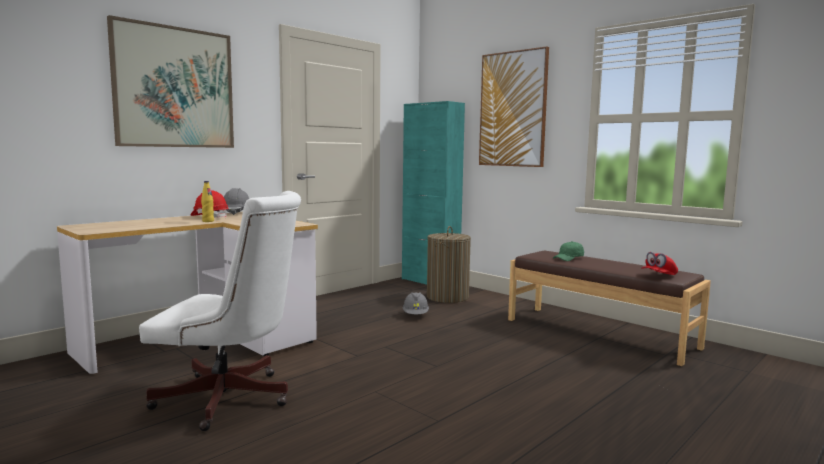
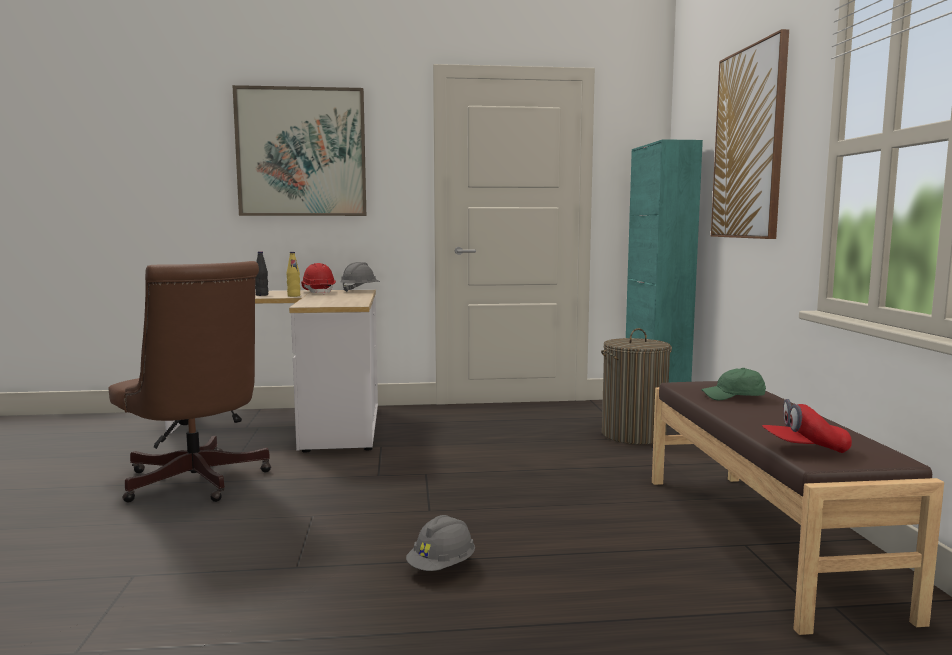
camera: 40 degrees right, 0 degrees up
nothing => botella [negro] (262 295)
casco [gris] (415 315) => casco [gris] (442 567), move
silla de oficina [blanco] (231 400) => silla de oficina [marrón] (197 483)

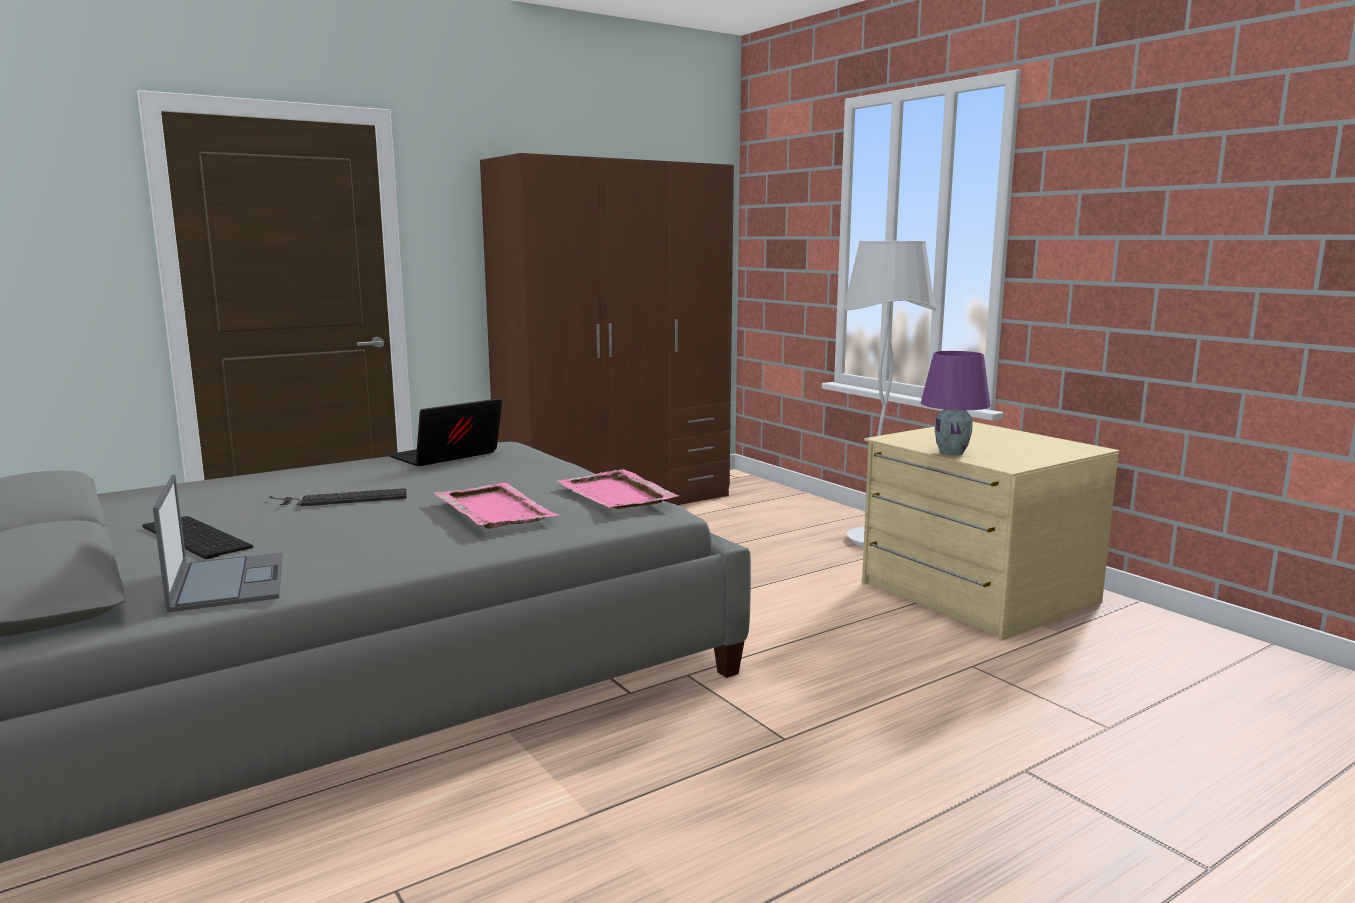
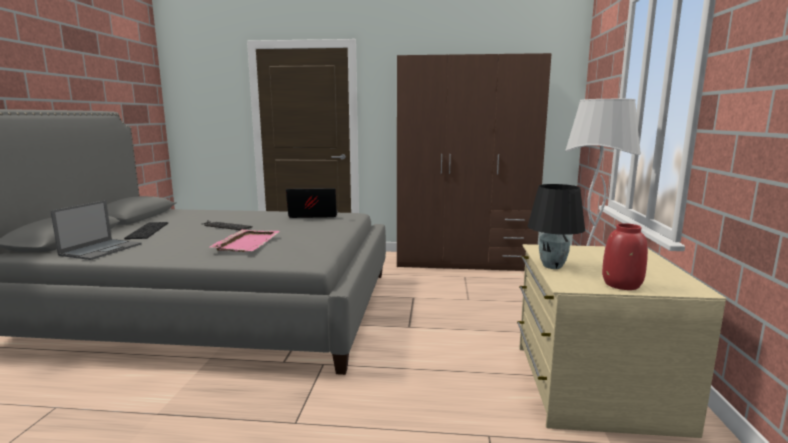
camera: 40 degrees right, 0 degrees up
bandeja [rosa] (616 494) => nothing
nothing => florero [rojo] (622 285)
lámpara de mesa [morado] (952 453) => lámpara de mesa [negro] (553 266)

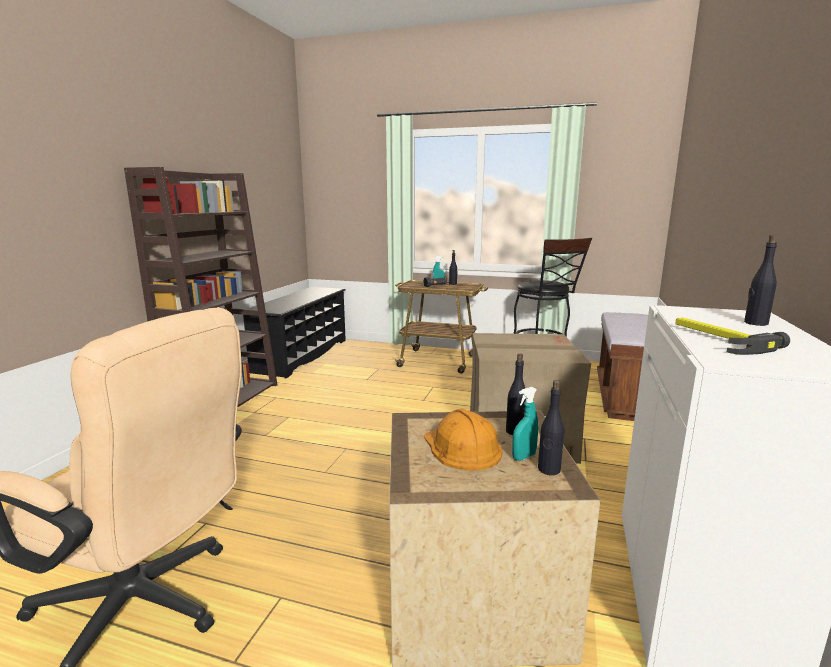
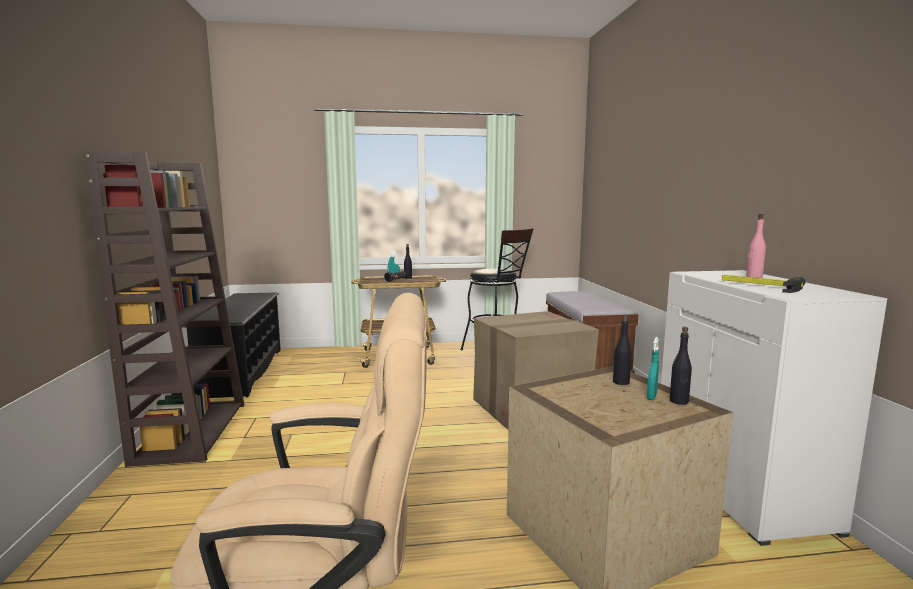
camera: 25 degrees left, 5 degrees down
casco [naranja] (461 447) => nothing
botella [negro] (755 323) => botella [rosa] (754 276)

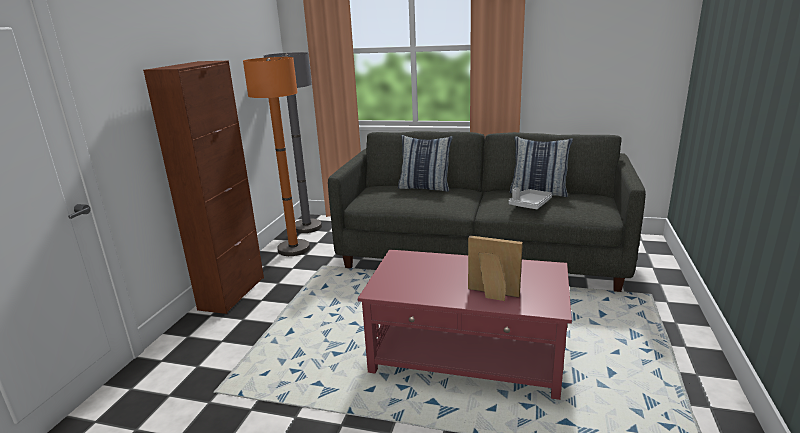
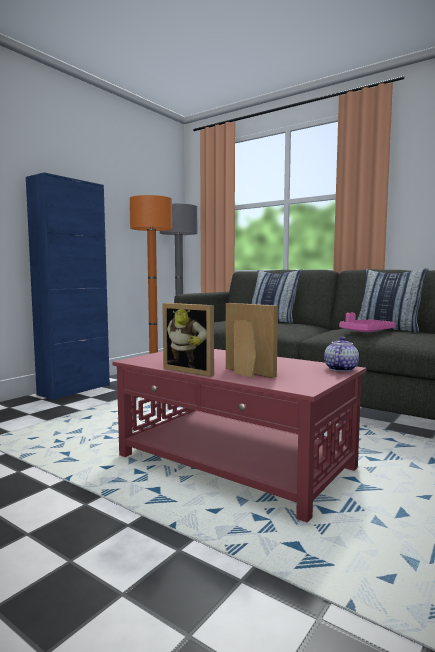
camera: 20 degrees right, 15 degrees down
nothing => portarretratos (192 370)
nothing => tetera (340 369)
armario [marrón] (232 293) => armario [azul] (74 390)
bandeja [gris] (530 204) => bandeja [rosa] (366 332)

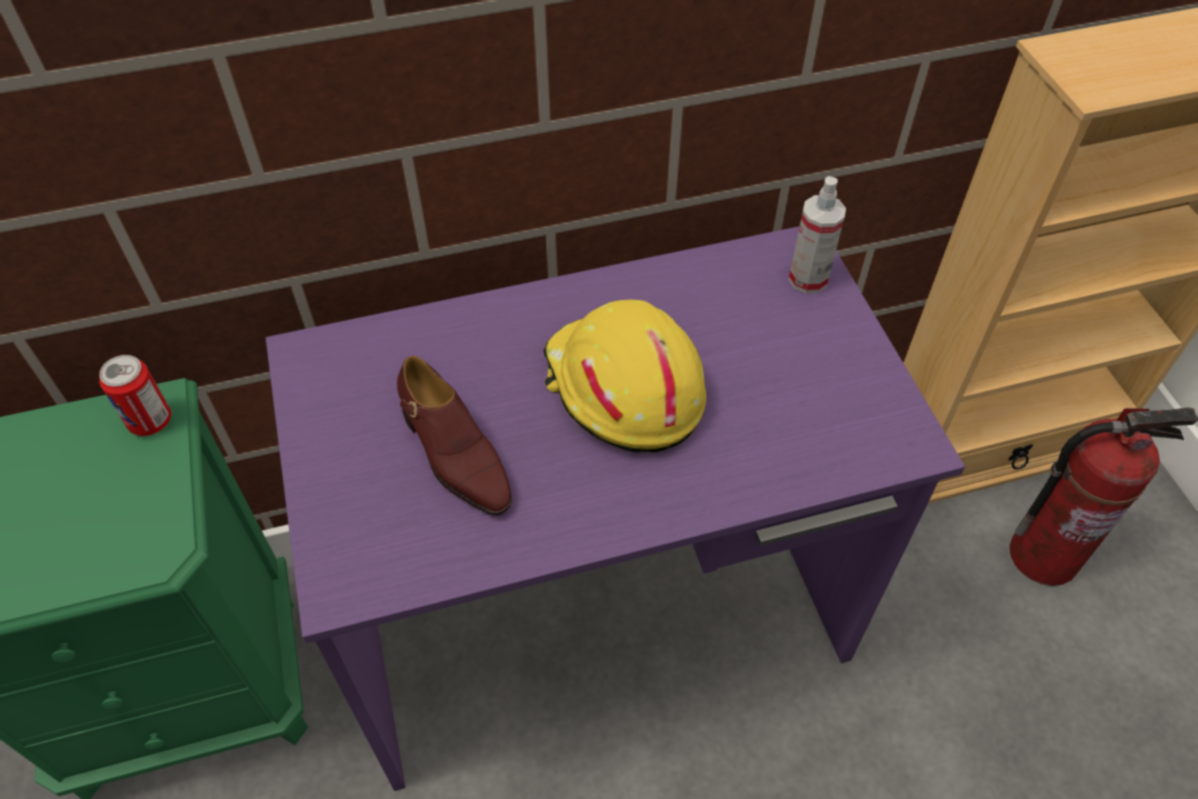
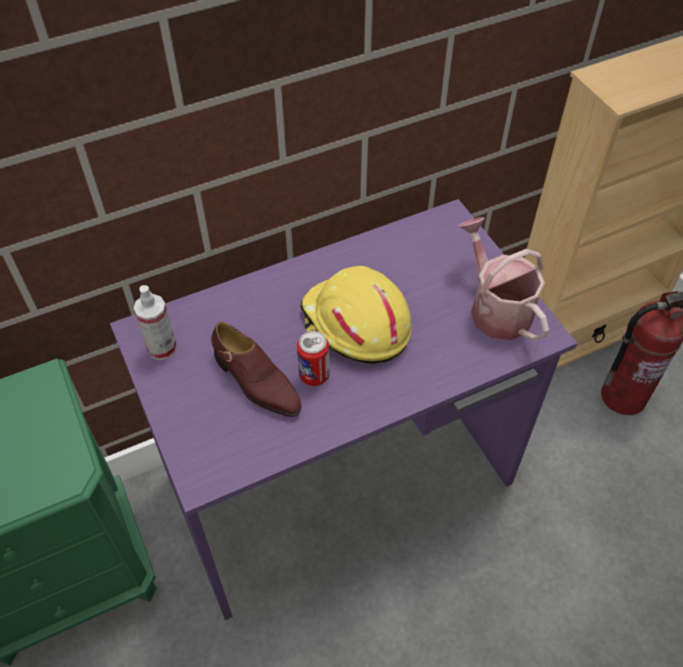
camera: 10 degrees left, 0 degrees up
nothing => regadera (496 308)
lata (150 421) => lata (314 375), move
pulverizador (808 279) => pulverizador (162 348), move

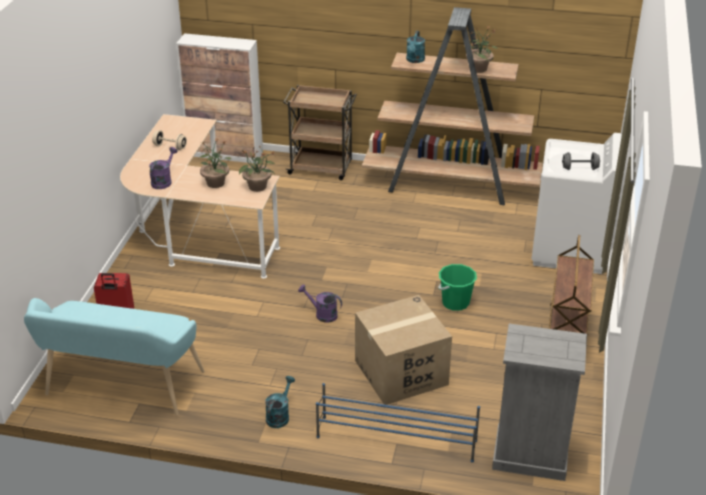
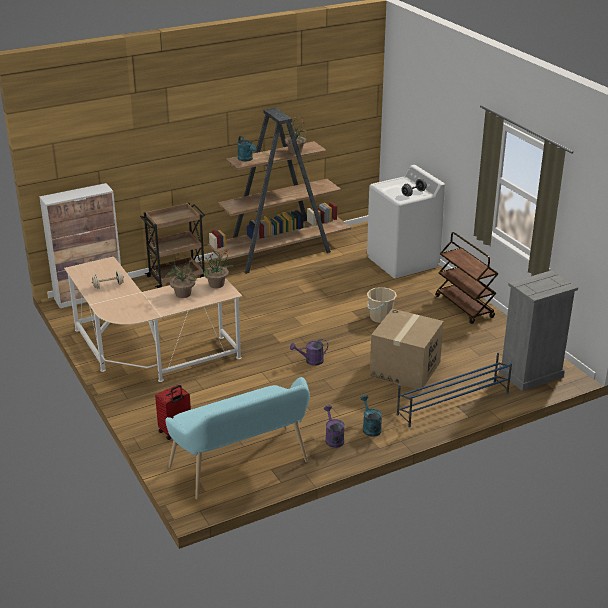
camera: 40 degrees left, 5 degrees down
regadera [morado] (163 181) => regadera [morado] (333 438), move
cubo [verde] (455 302) => cubo [beis] (380 318)

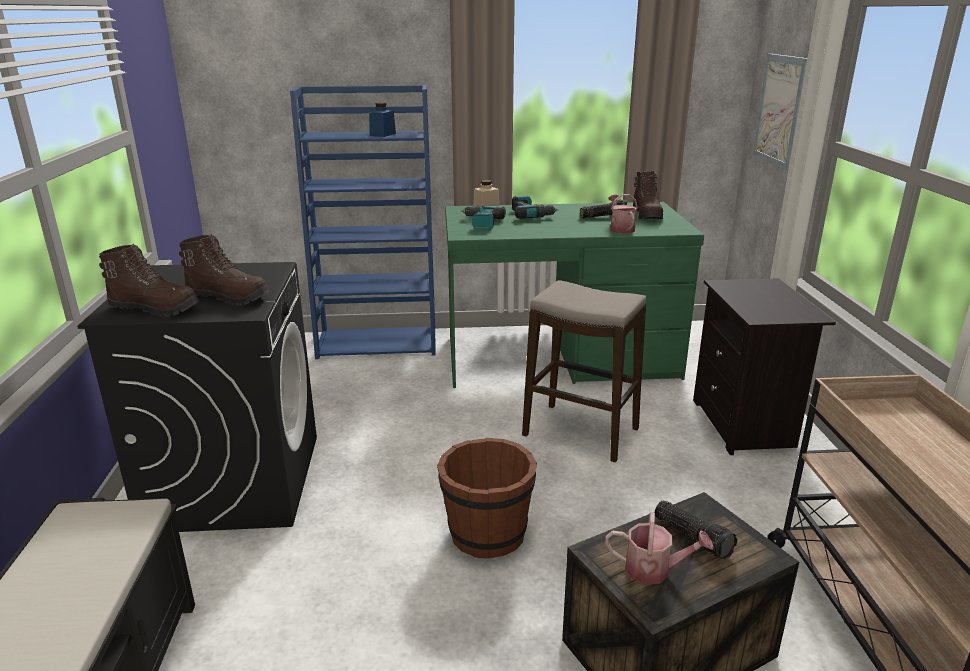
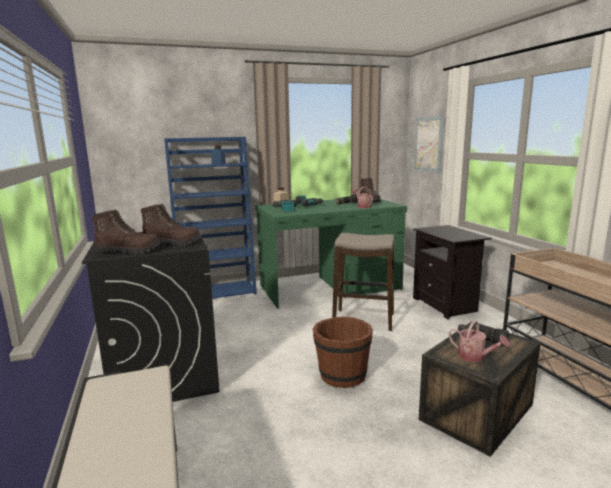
camera: 15 degrees left, 10 degrees down
regadera (654 569) => regadera (475 357), 45 degrees clockwise

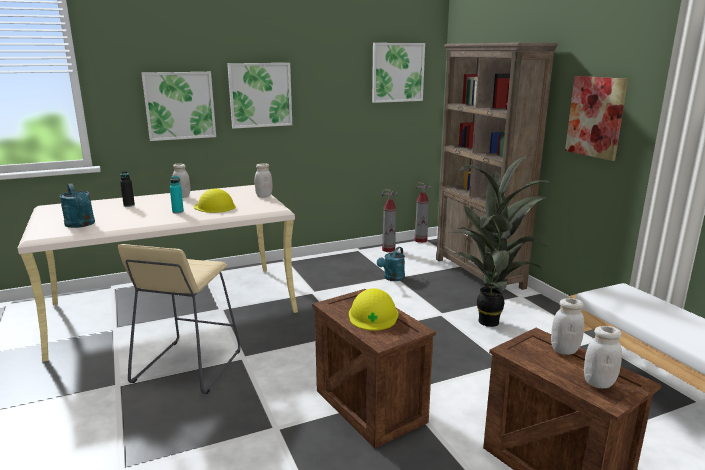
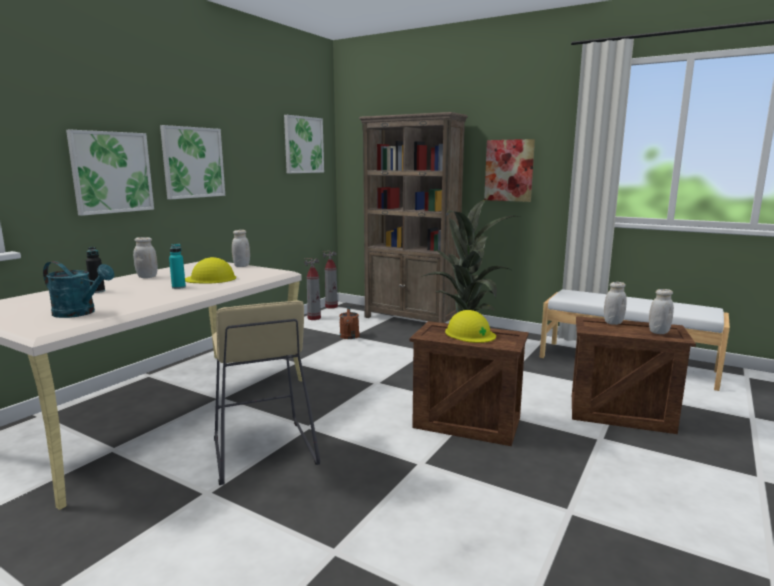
camera: 35 degrees left, 5 degrees down
regadera [turquesa] (392 278) => regadera [marrón] (349 337)

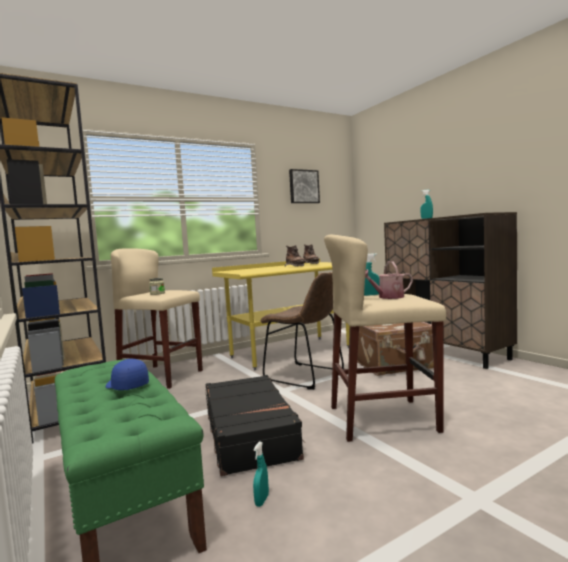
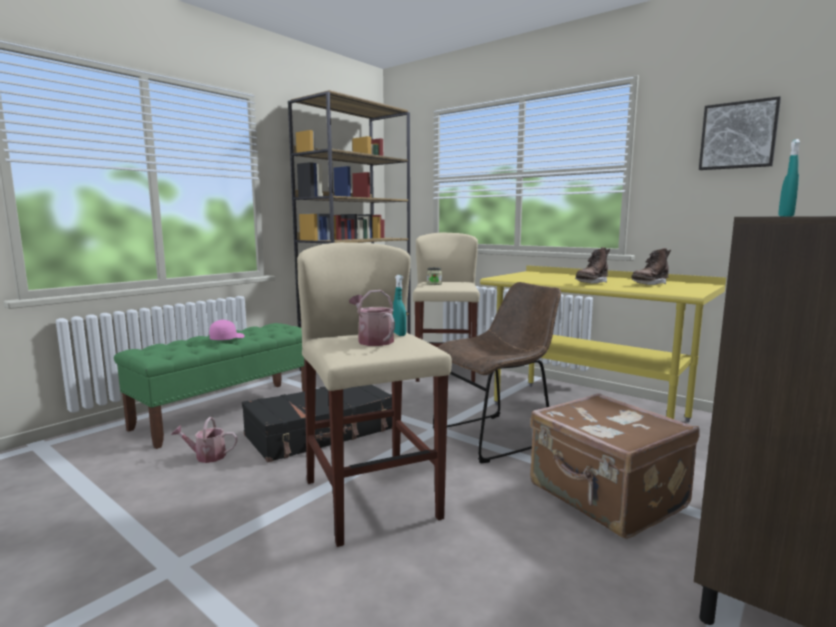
camera: 70 degrees right, 5 degrees up
pulverizador [turquesa] (262 500) => regadera (206 456)
gorra [azul] (126 386) => gorra [rosa] (227 338)
silla [marrón] (308 376) => silla [marrón] (495 436), 135 degrees counterclockwise

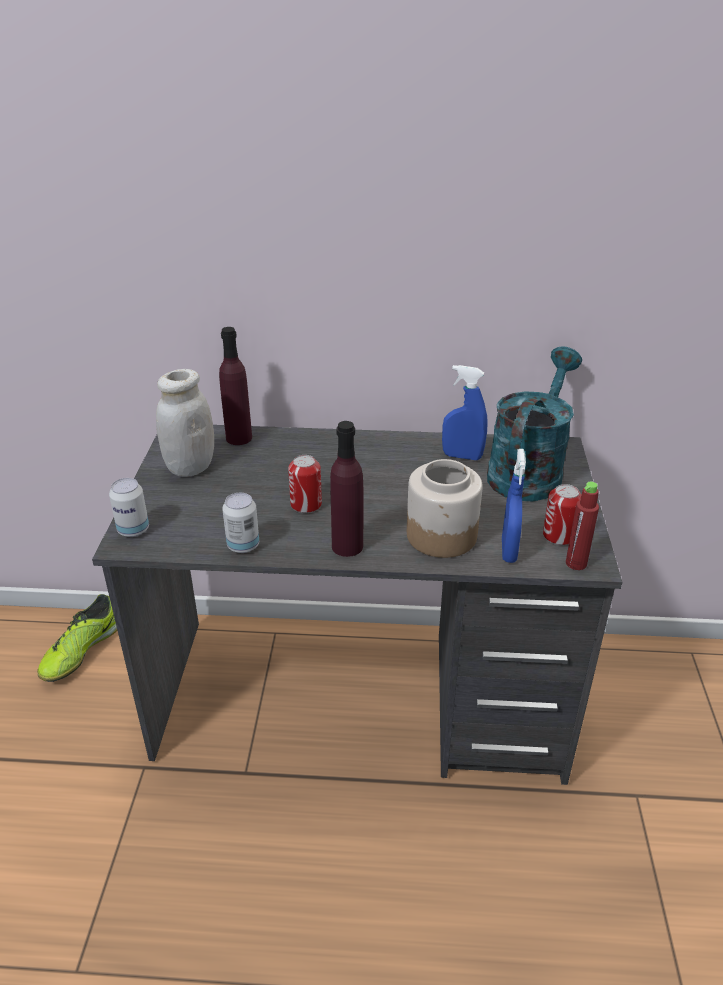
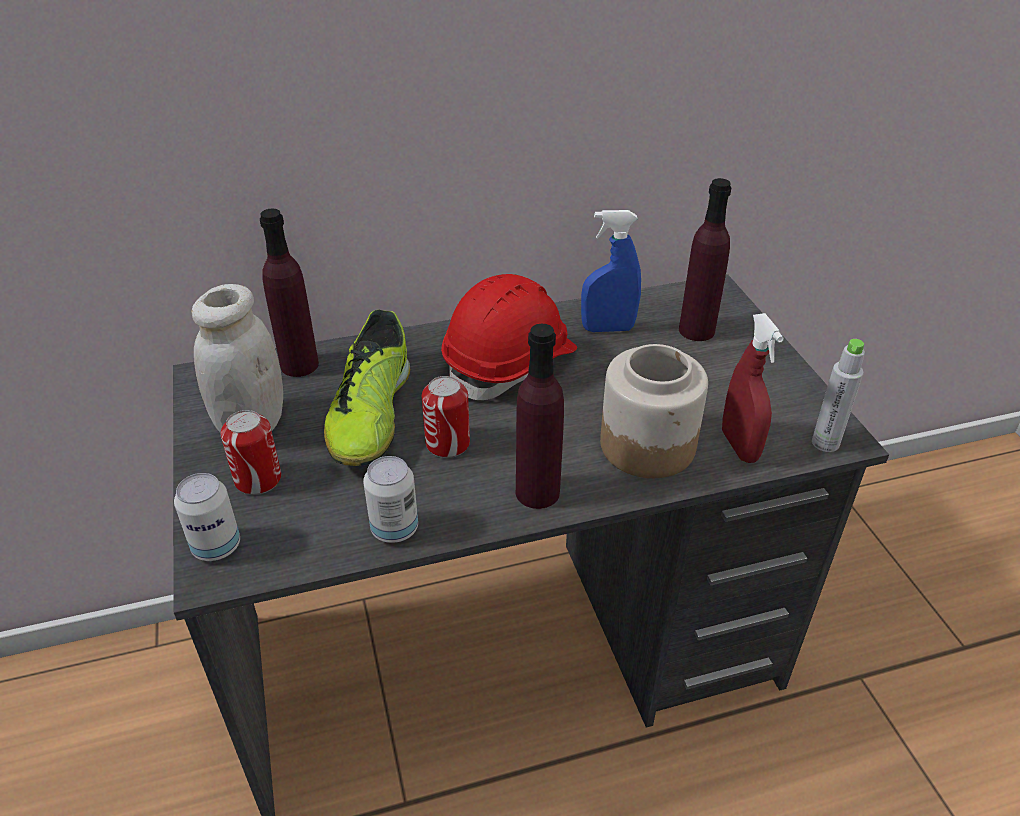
camera: 20 degrees left, 5 degrees up
nothing => casco [rojo] (510 364)
zapato (81 651) => zapato (371 414), move
lata (559 536) => lata (258 479), move
regadera [turquesa] (528 470) => botella [morado] (696 330)
pulverizador [azul] (508 551) => pulverizador [rojo] (739 446)
botella [rojo] (576 563) => botella [gris] (825 443)

